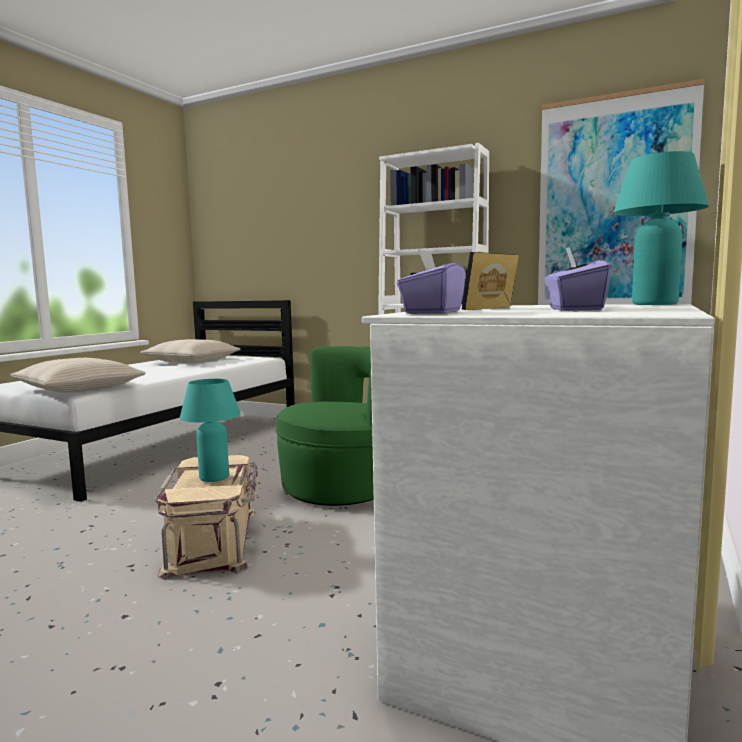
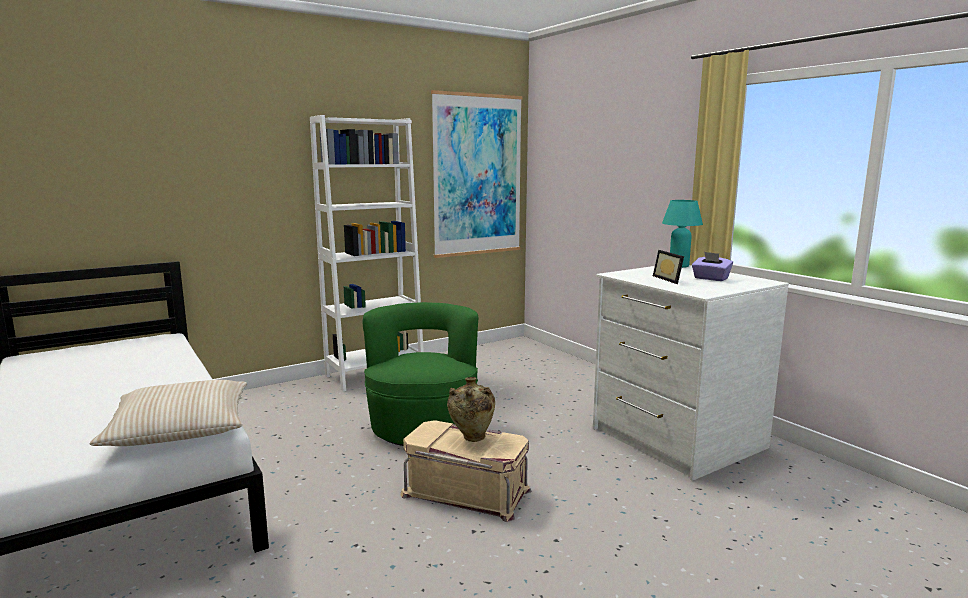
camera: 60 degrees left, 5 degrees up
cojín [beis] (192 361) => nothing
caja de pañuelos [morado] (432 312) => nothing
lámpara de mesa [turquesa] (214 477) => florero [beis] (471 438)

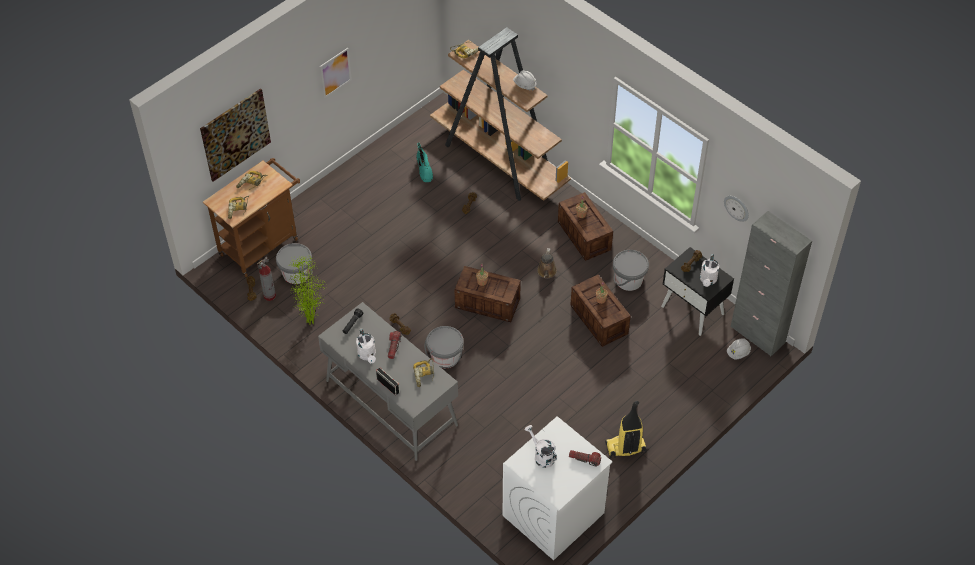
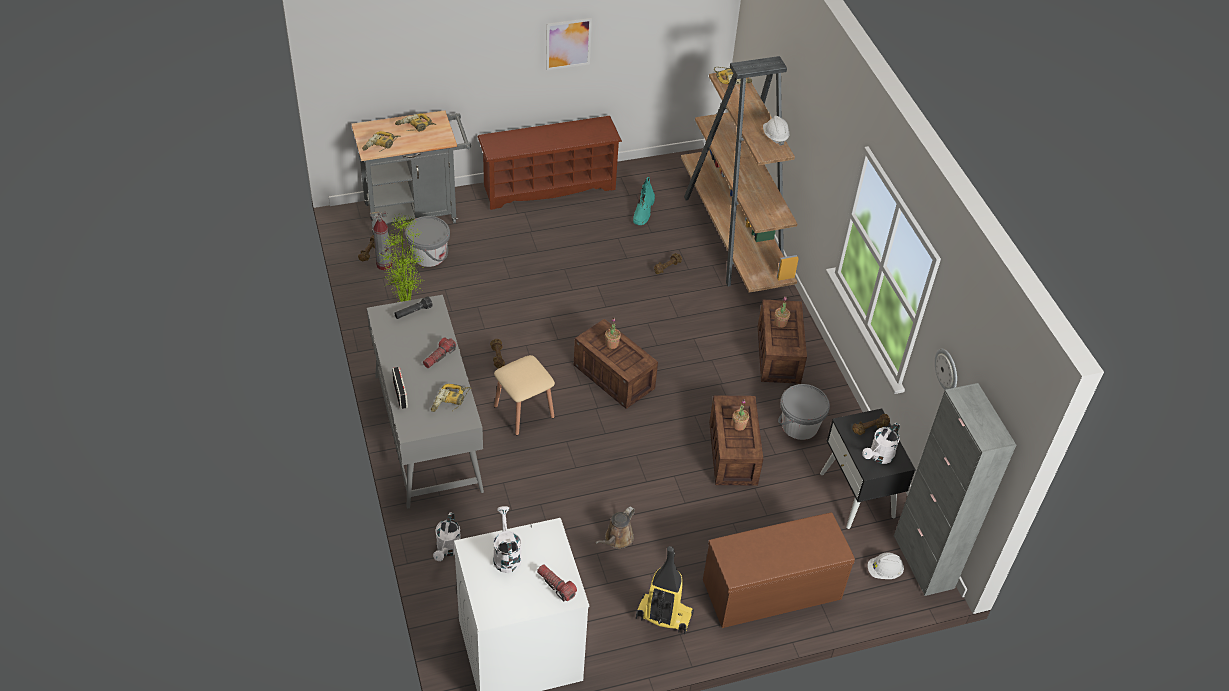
camera: 25 degrees right, 5 degrees down
cuadro (235 134) => nothing
nothing => zapatero [marrón] (549 186)
nothing => banco [marrón] (771 590)
regadera [blanco] (368 355) => regadera [blanco] (448 549), move
regadera [marrón] (546 272) => regadera [marrón] (617 539), move
cubo [gris] (445 357) => taburete [beis] (524 411)
carrito [marrón] (262 244) => carrito [gris] (416 212)

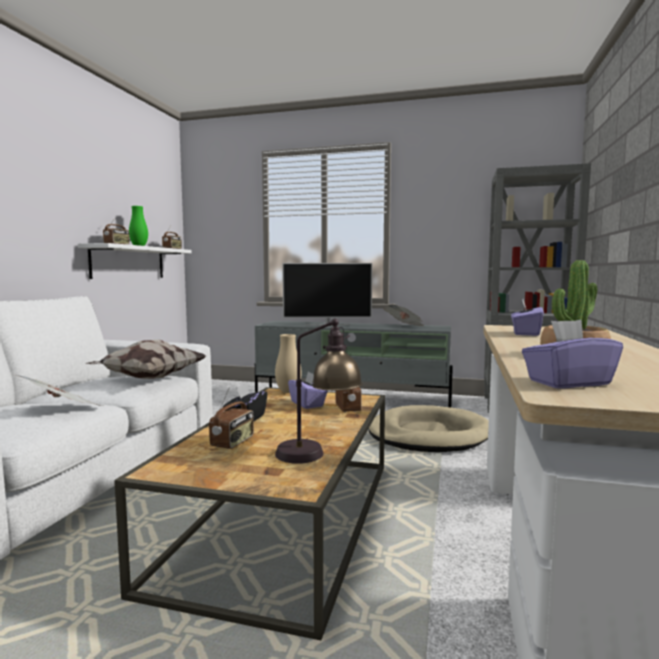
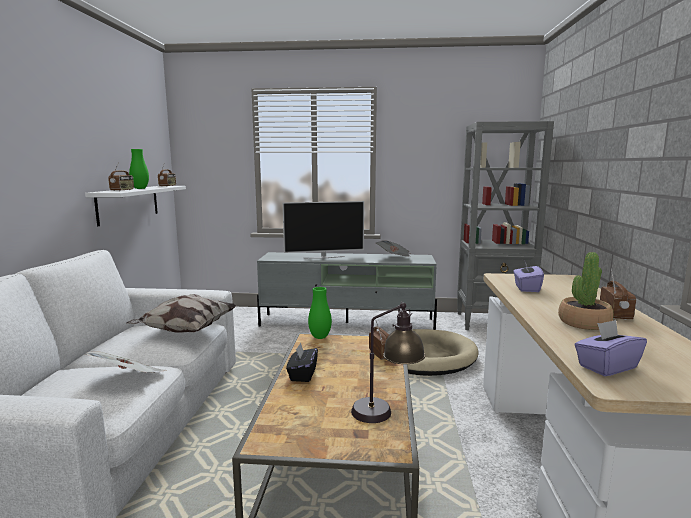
camera: 10 degrees left, 5 degrees up
caja de pañuelos [morado] (307 404) => nothing
radio (233 442) => radio (615 315), move
florero [beis] (288 391) => florero [verde] (320 337)

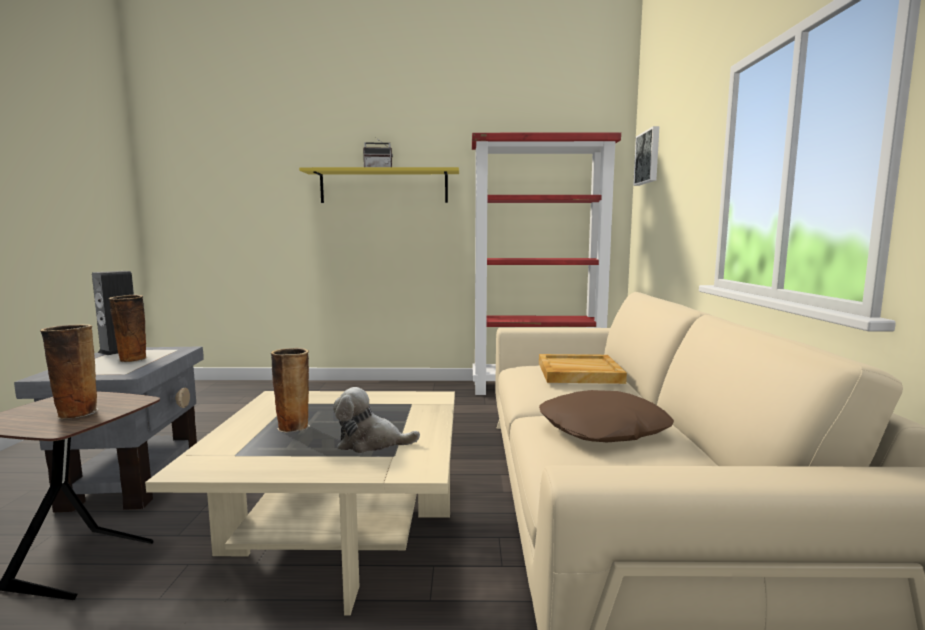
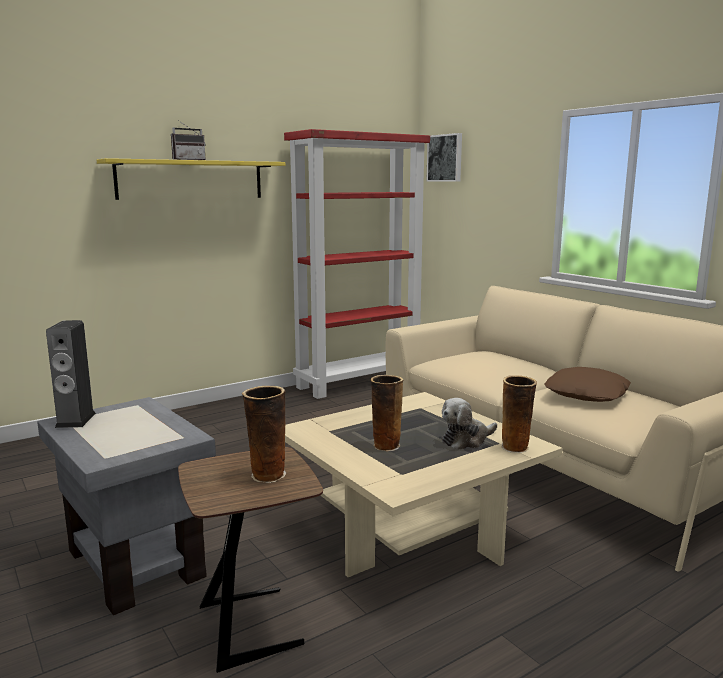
camera: 35 degrees left, 5 degrees up
bandeja [beis] (578 373) => nothing
florero (132 359) => florero (516 447), move

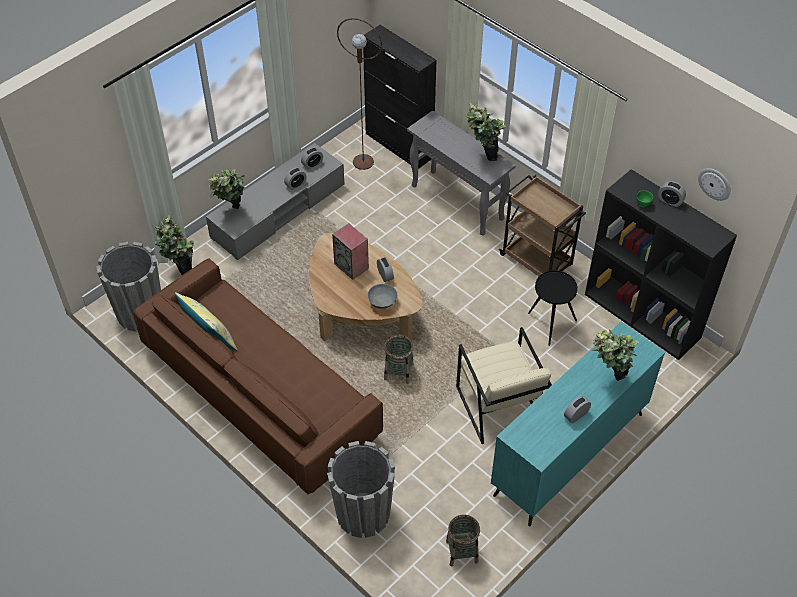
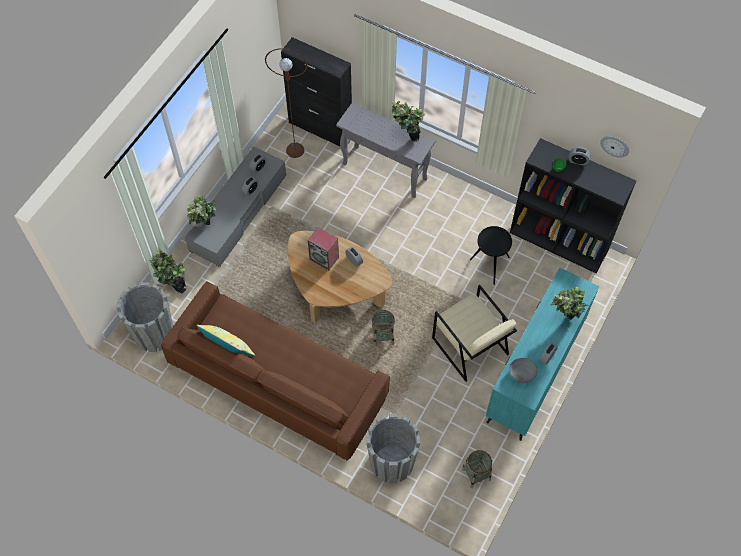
camera: 15 degrees left, 10 degrees up
carrito [marrón] (537 261) => nothing
cuenco [gris] (383 302) => cuenco [gris] (522 374), move

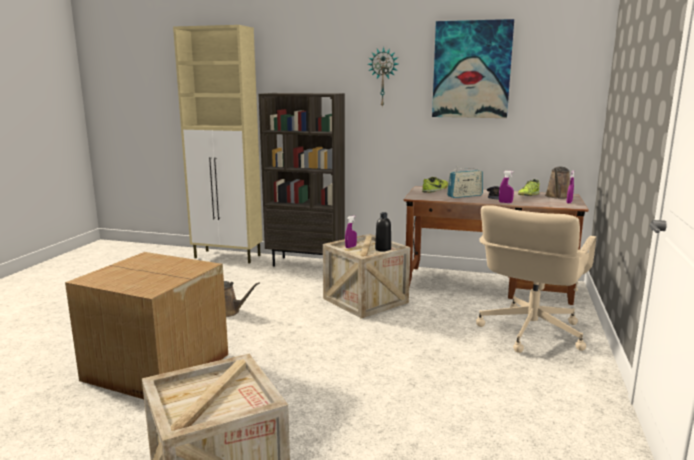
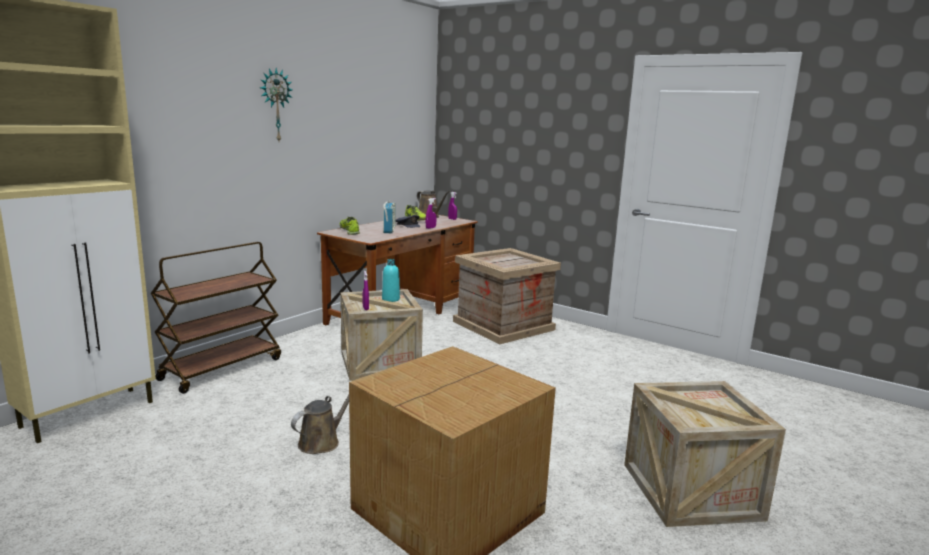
camera: 70 degrees left, 0 degrees up
cuadro (471 70) => nothing
estantería [marrón] (306 264) => carrito [marrón] (222 368)
silla de oficina [beis] (530 332) => caja de embalaje (504 326)
botella [negro] (383 249) => botella [turquesa] (390 299)

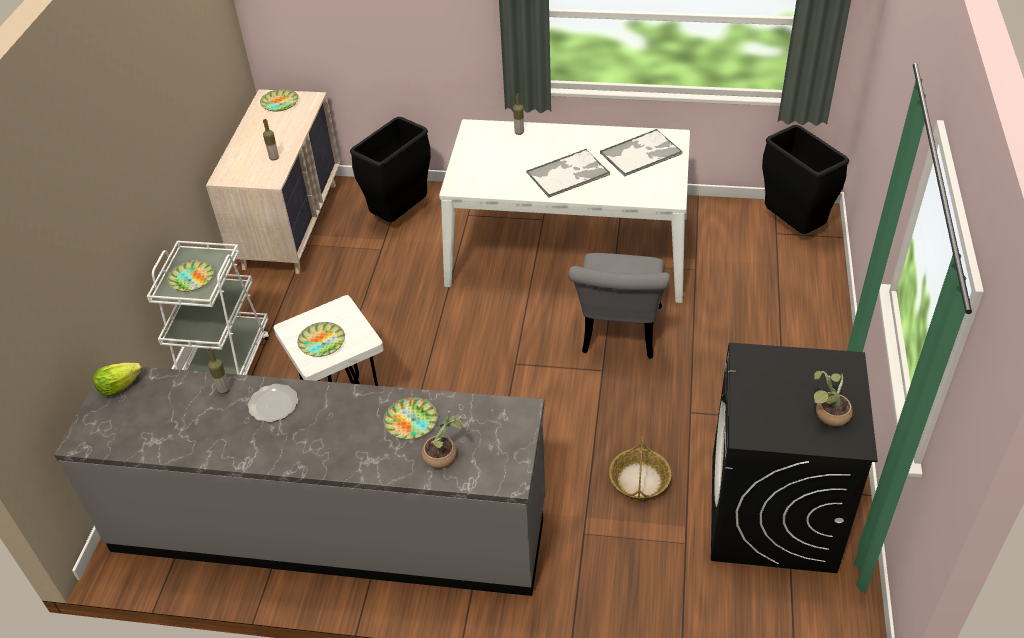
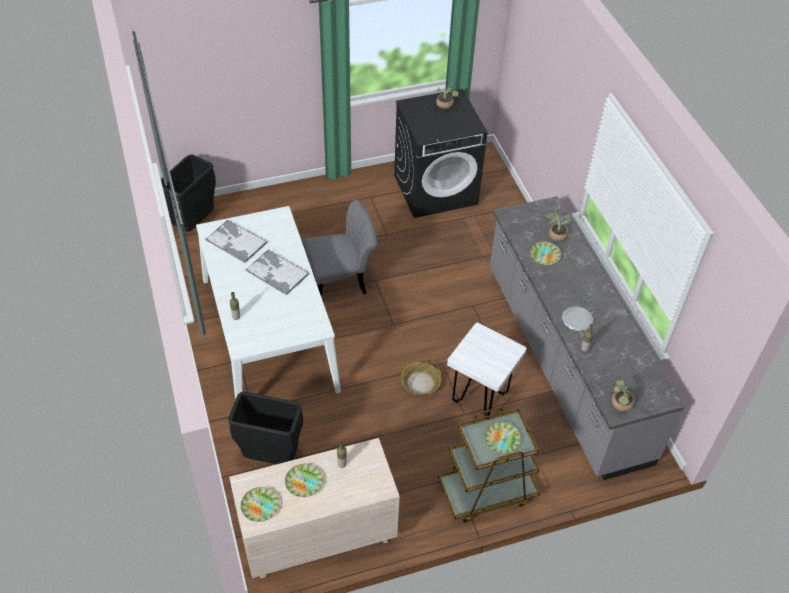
camera: 120 degrees left, 5 degrees up
plato (322 342) => plato (304 481), move
cesta (639 480) => cesta (420 383), move
lechuga (119 386) => planta en maceta (620 405)
carrito [blanco] (225 364) => carrito [marrón] (486 491)

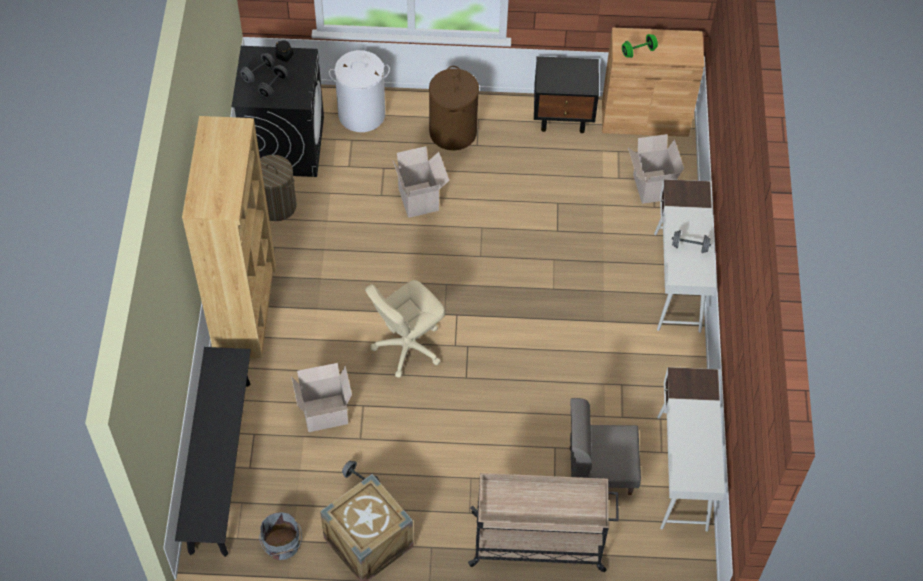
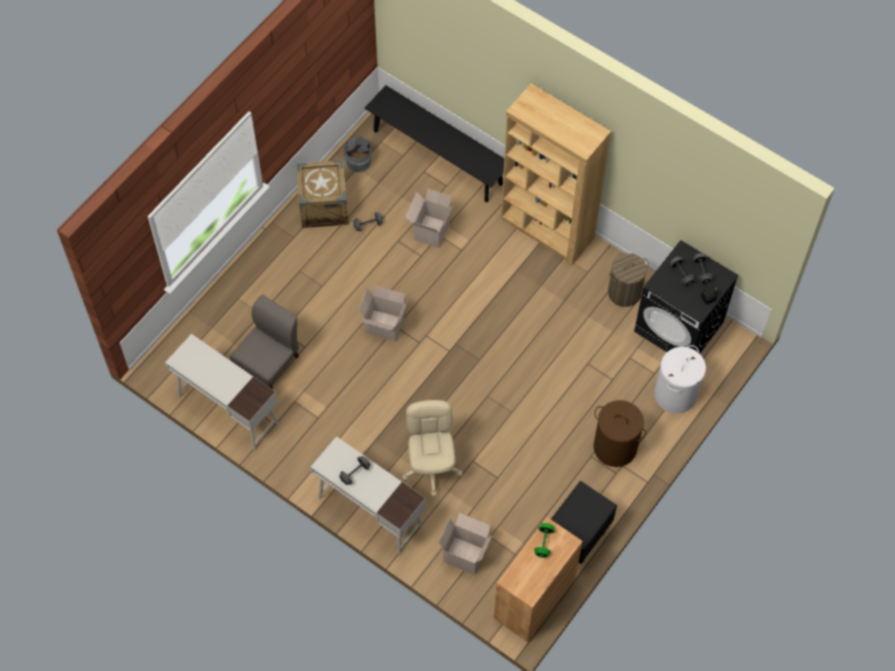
camera: 125 degrees right, 5 degrees up
carrito [beis] (539 542) => nothing
silla de oficina [beis] (407 346) => silla de oficina [beis] (431 468), move
caja de cartón (420 200) => caja de cartón (383 326), move

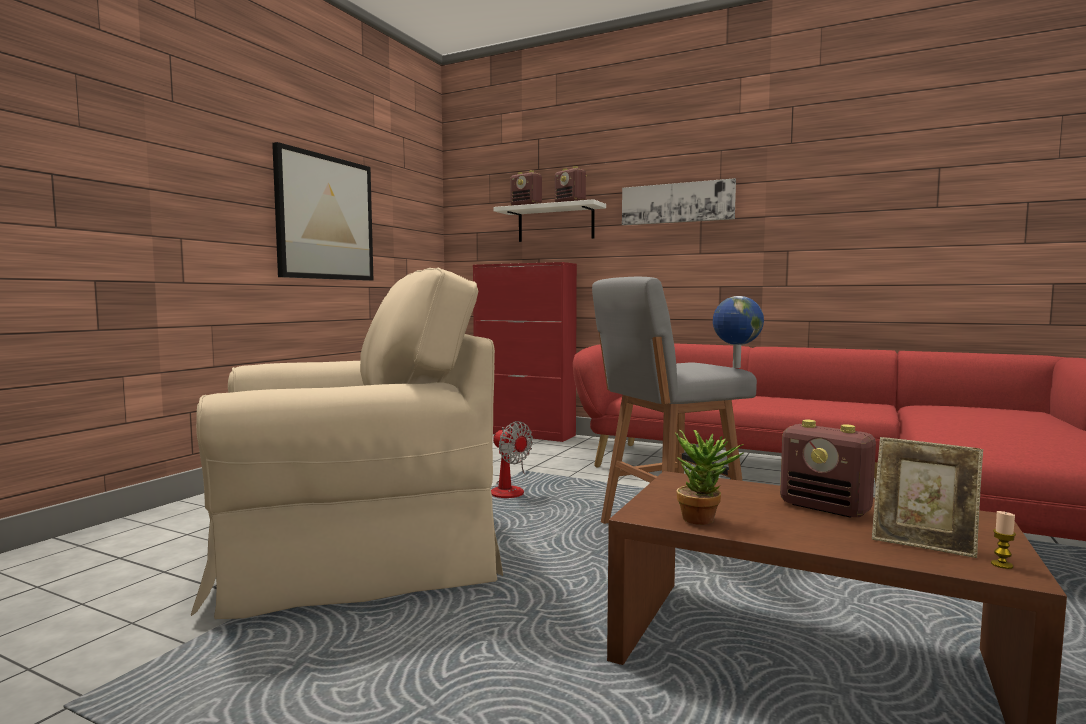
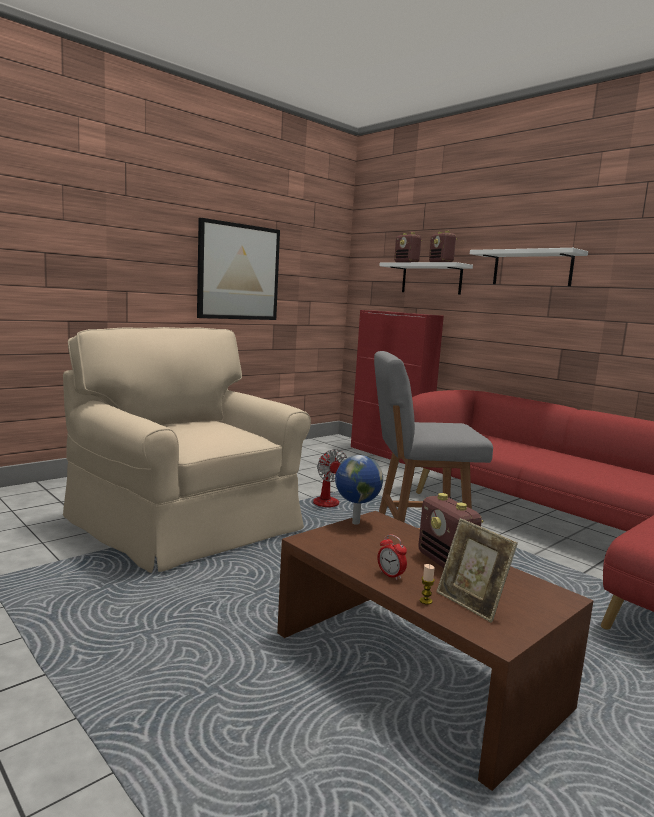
camera: 20 degrees right, 5 degrees up
planta en maceta (704 519) => nothing
nothing => despertador (390 575)
globo terráqueo (735 367) => globo terráqueo (354 522), move
vela (1001 565) => vela (425 601), move
cuadro (677 203) => estante [blanco] (532 268)
sillón [beis] (351 549) => sillón [beis] (188 523), 135 degrees counterclockwise

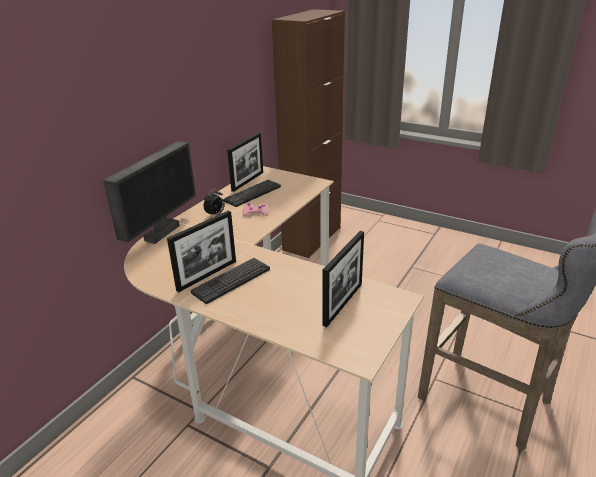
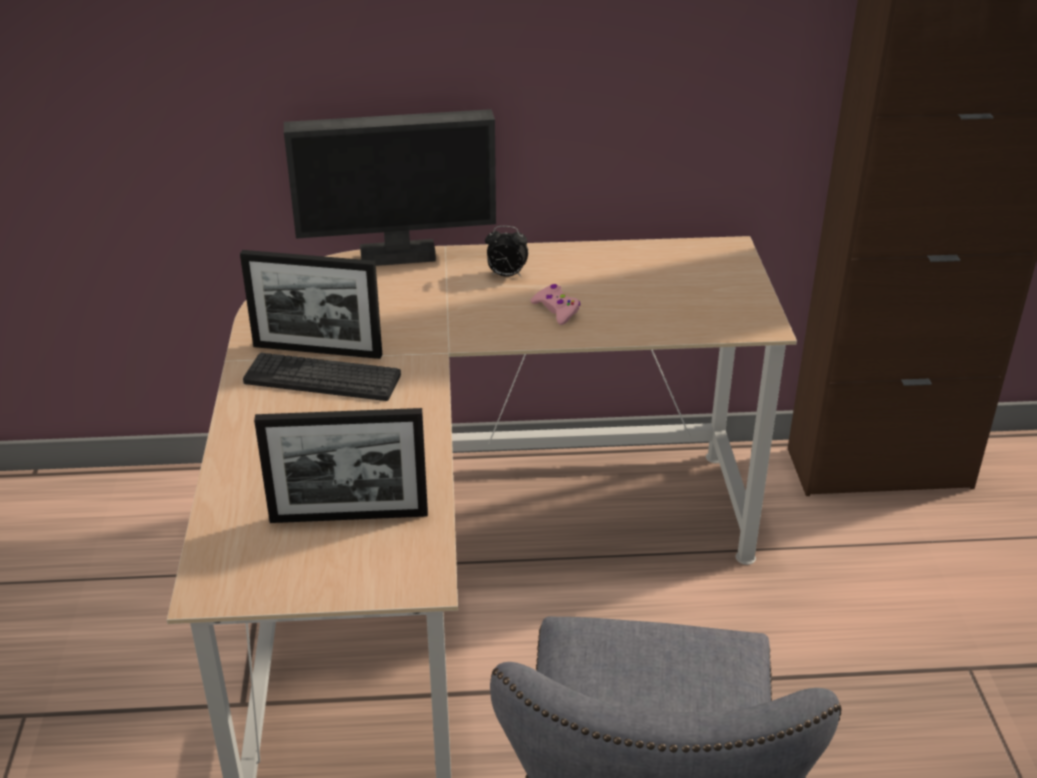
camera: 55 degrees right, 5 degrees up
teclado (252 193) => nothing
portarretratos (247 181) => nothing

